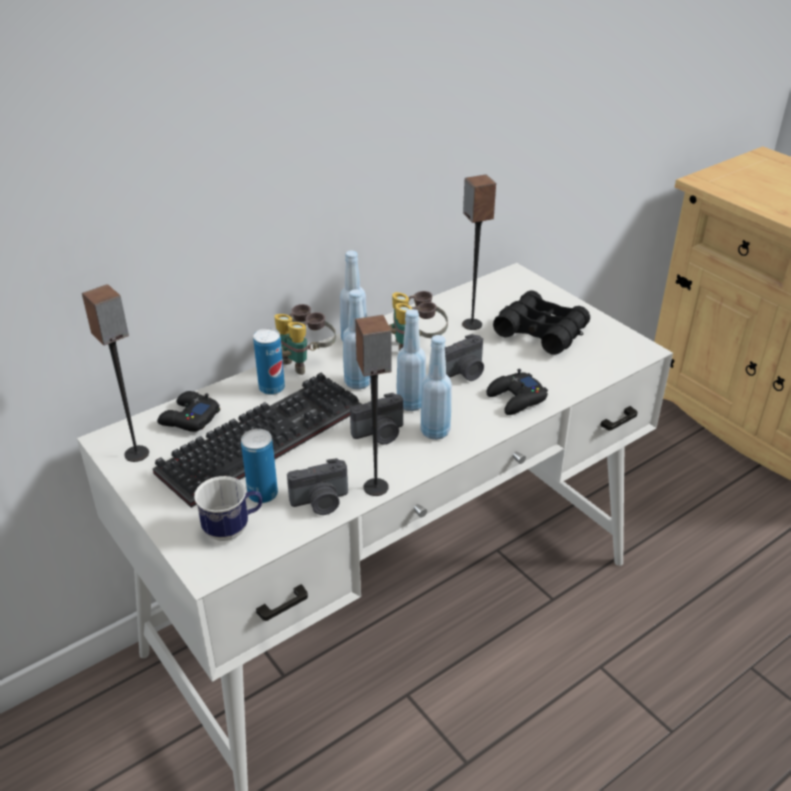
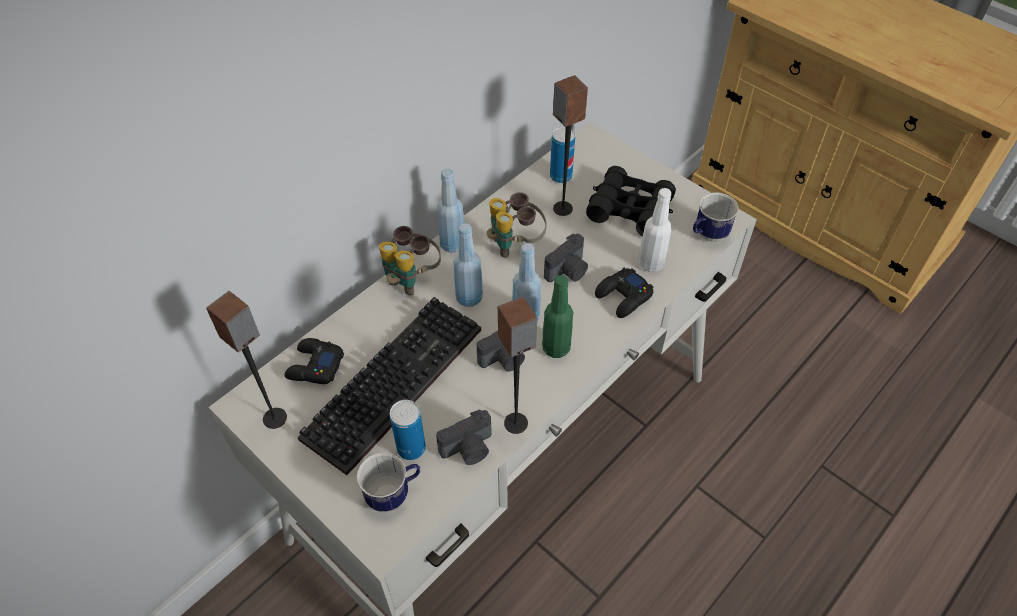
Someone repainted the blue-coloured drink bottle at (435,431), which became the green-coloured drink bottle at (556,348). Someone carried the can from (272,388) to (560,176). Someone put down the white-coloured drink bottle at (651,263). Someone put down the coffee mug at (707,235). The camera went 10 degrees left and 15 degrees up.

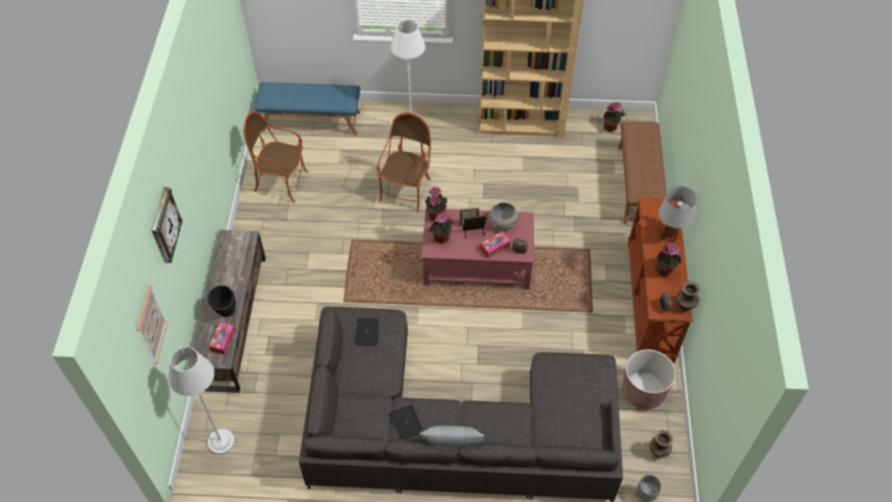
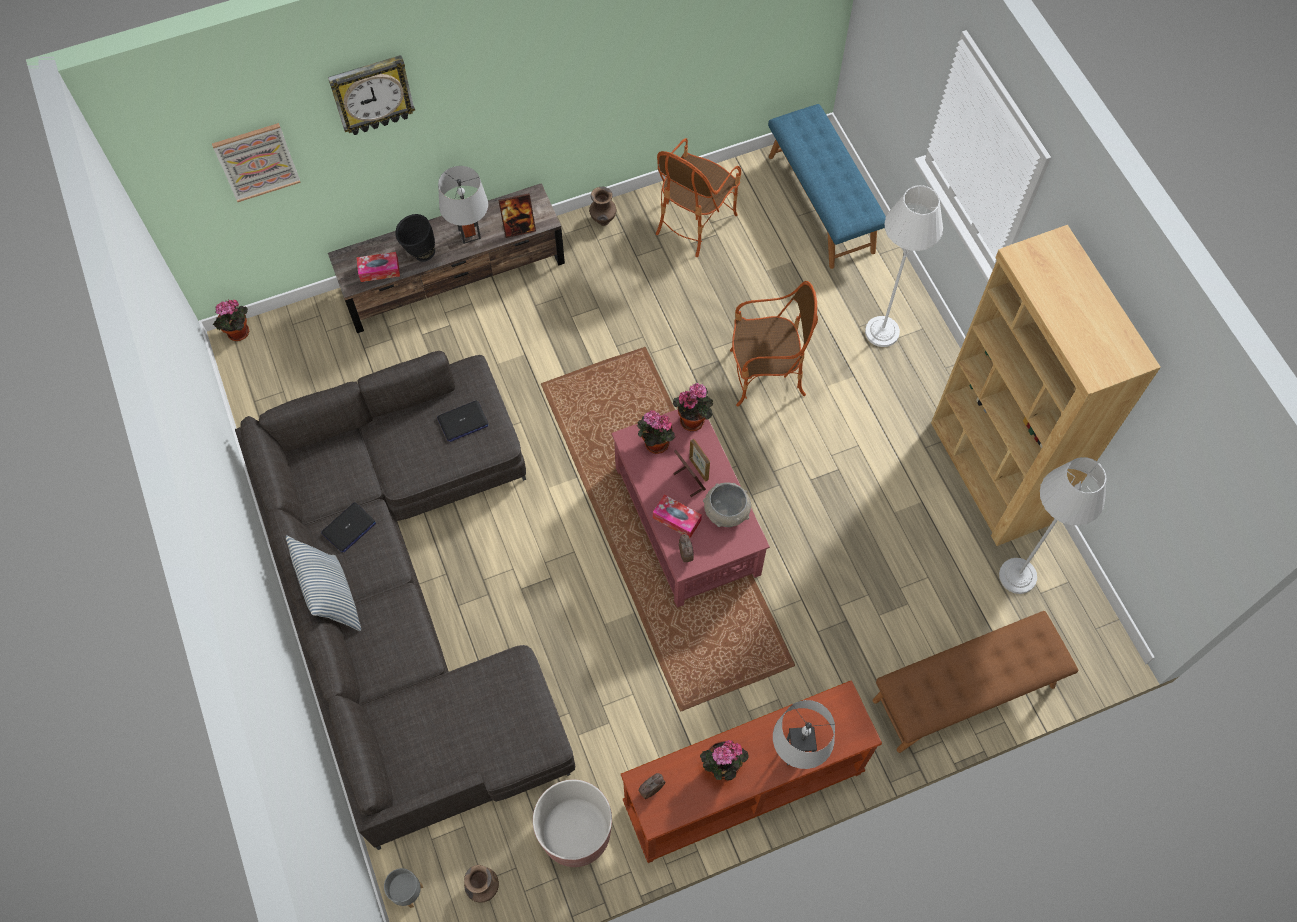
Someone carried the houseplant from (611,128) to (238,334). Someone put down the grey tabletop lamp at (469,234). Someone put down the picture frame at (519,228). Someone carried the brown-coloured flower vase from (685,306) to (603,220). Someone rotated the armchair at (281,183) by 135 degrees counterclockwise. Someone carried the grey floor lamp from (221,442) to (1017,576). The camera went 65 degrees right and 10 degrees up.

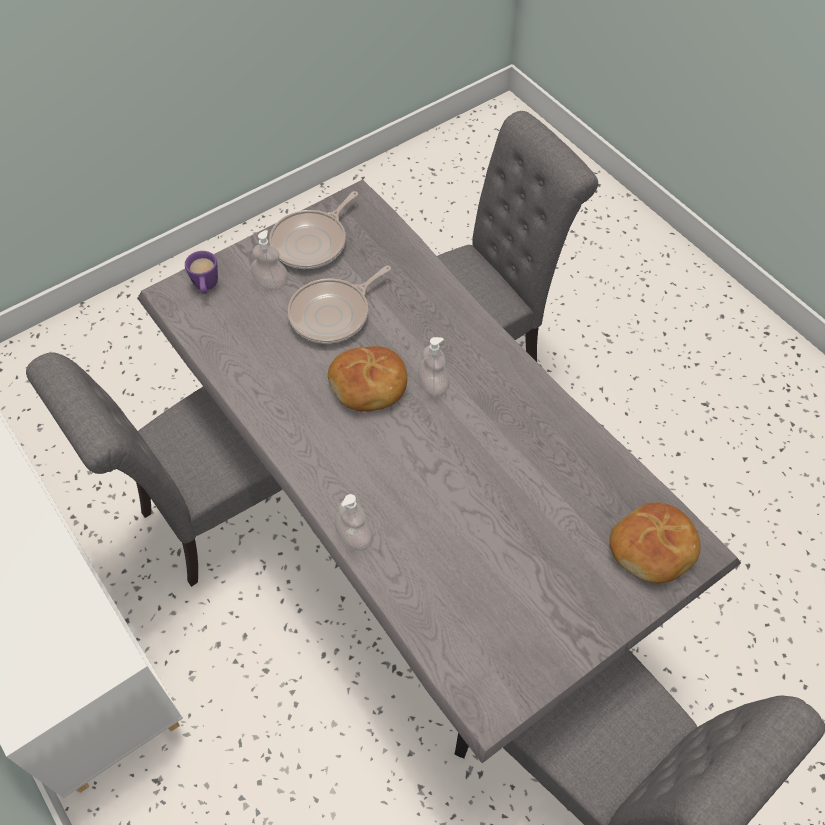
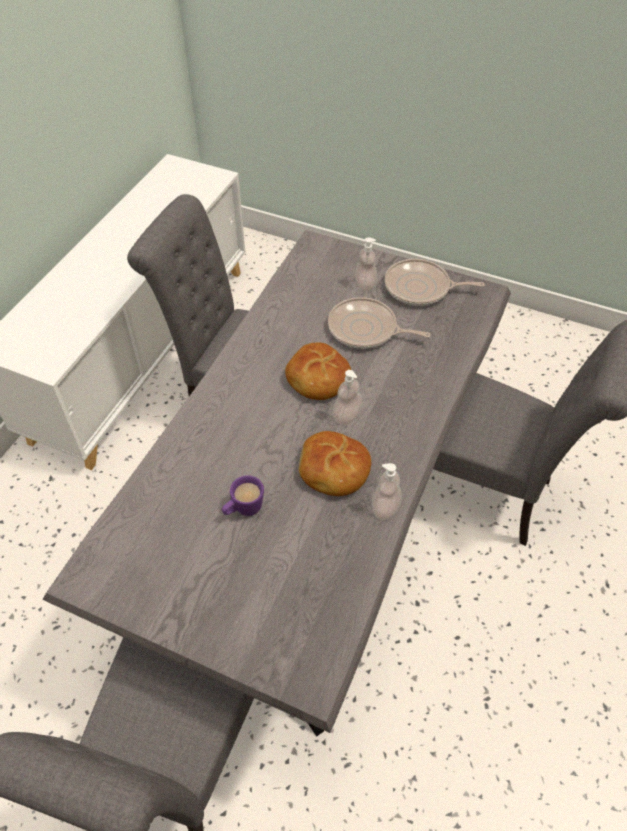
Someone carried the purple coffee mug from (206,287) to (243,509). Someone carried the bakery bread from (653,549) to (333,470). Someone carried the soap dispenser from (354,537) to (385,507). The camera went 60 degrees right and 5 degrees down.

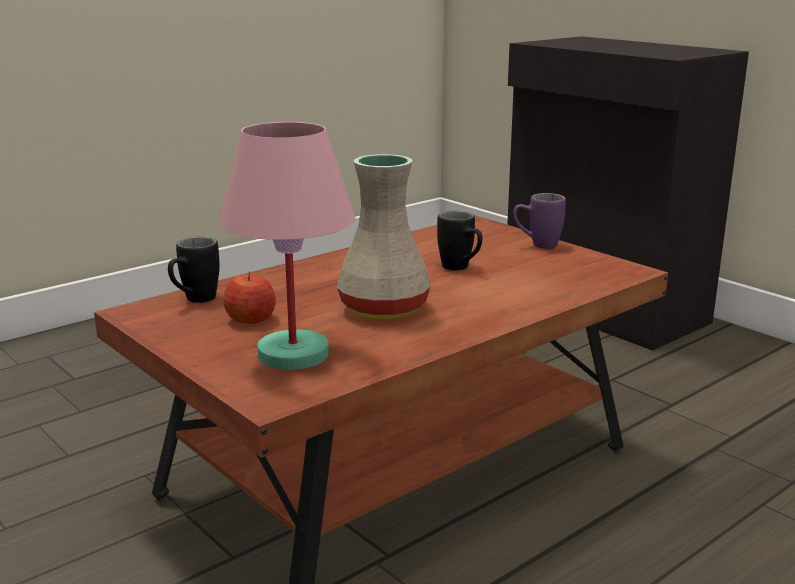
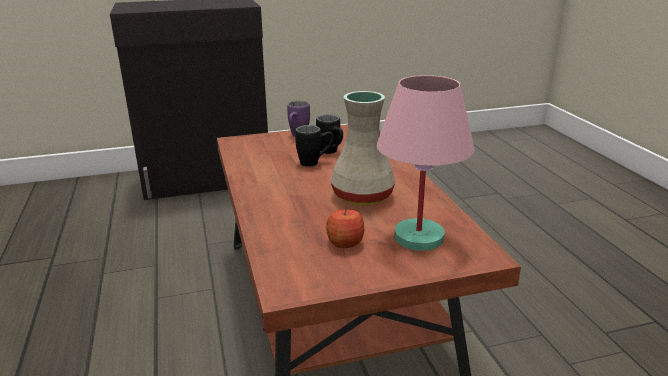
Someone carried the black coffee mug from (194,301) to (331,152). The camera went 65 degrees left and 5 degrees up.

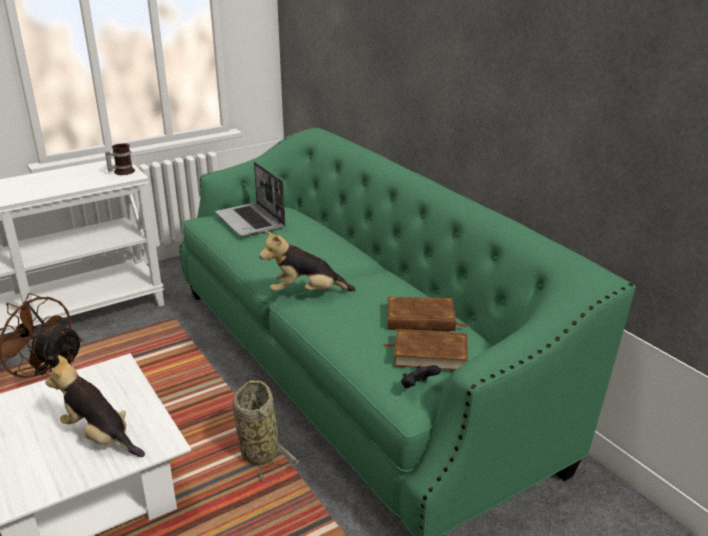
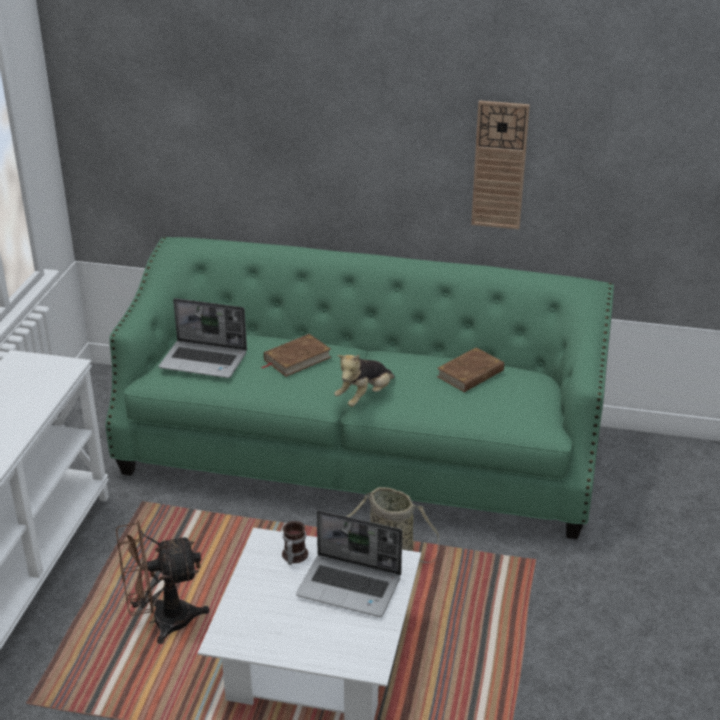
Someone carried the brown-coloured volume from (430,354) to (297,359). Someone carried the coffee mug from (122,171) to (293,556). Someone swapped the plush toy at (100,437) for the notebook computer at (350,586). Someone put up the hanging clock at (499,165). Someone took away the black gamepad at (418,386). The camera went 45 degrees left and 5 degrees up.

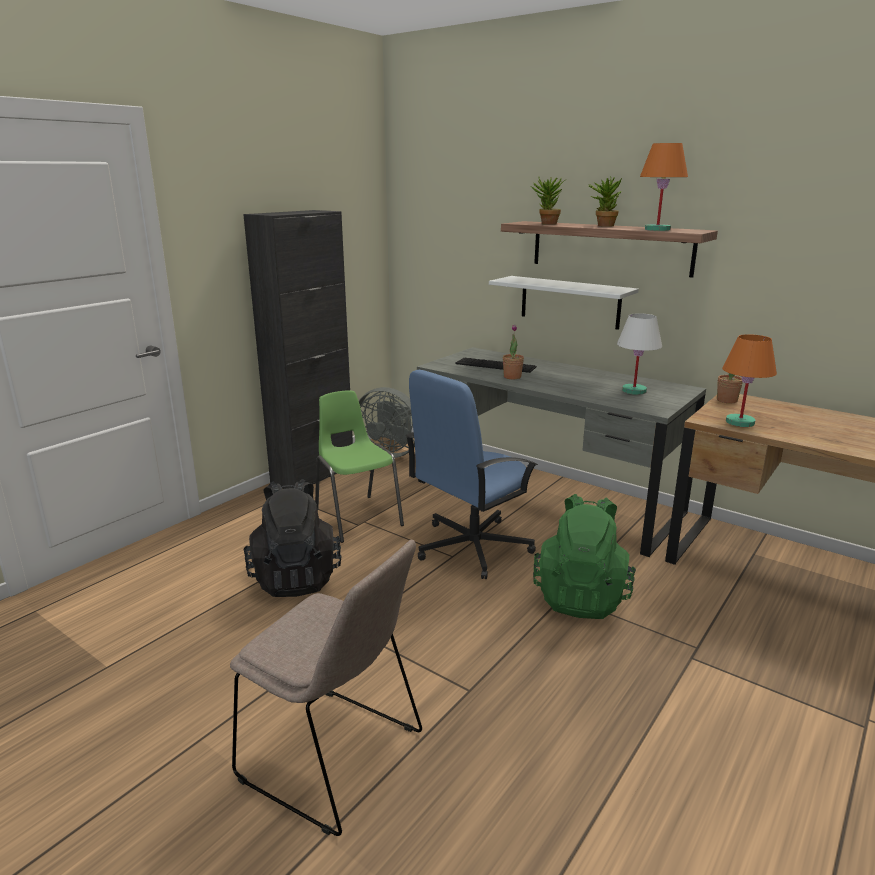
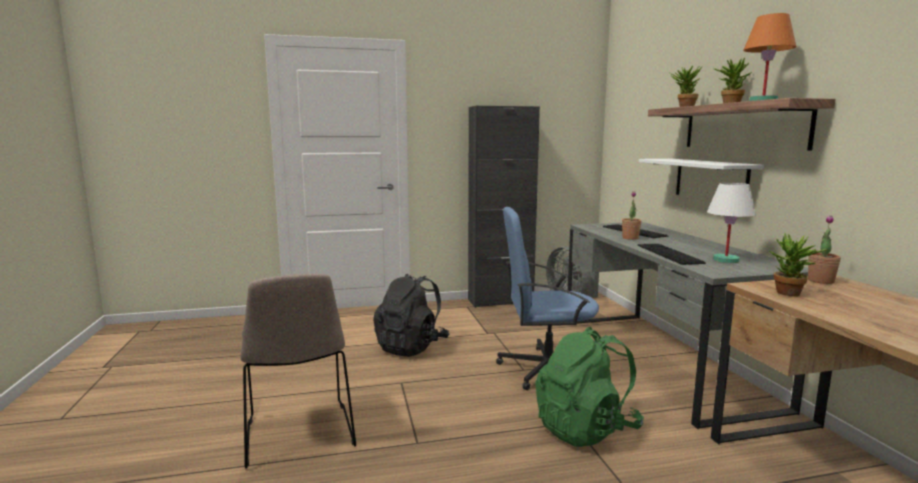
Someone put down the computer keyboard at (669,254). Someone swapped the orange tabletop lamp at (739,422) for the houseplant at (791,294). Someone took away the green-coloured upright chair at (357,517). The camera went 40 degrees right and 10 degrees down.

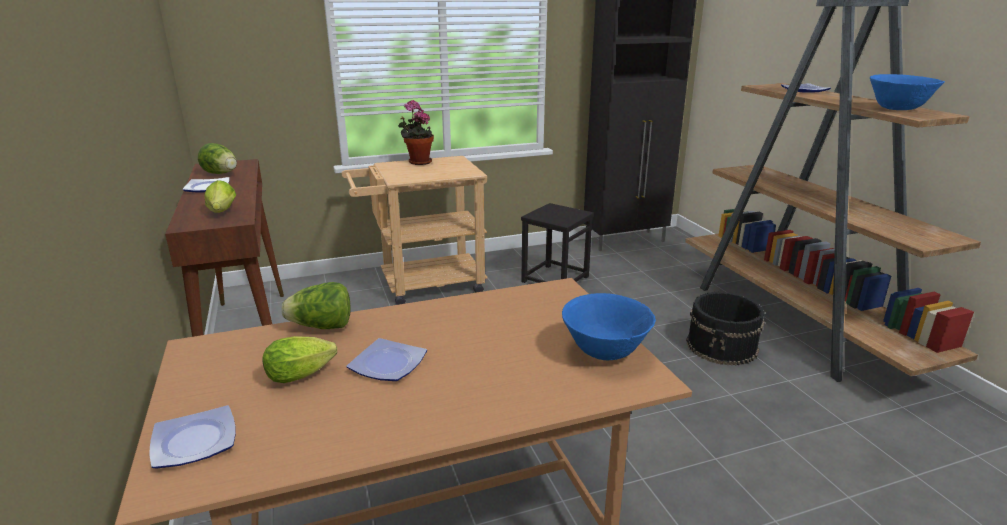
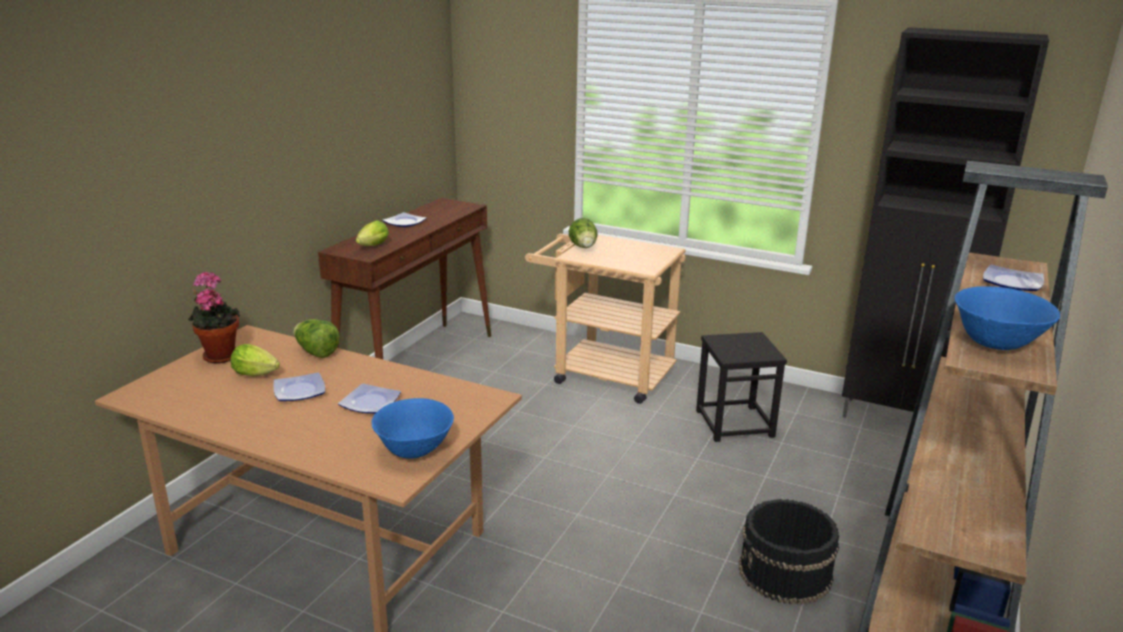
Someone carried the houseplant from (418,162) to (219,355). Someone carried the plate from (196,442) to (370,403). Someone carried the lettuce head from (222,174) to (584,248). The camera went 45 degrees right and 0 degrees up.

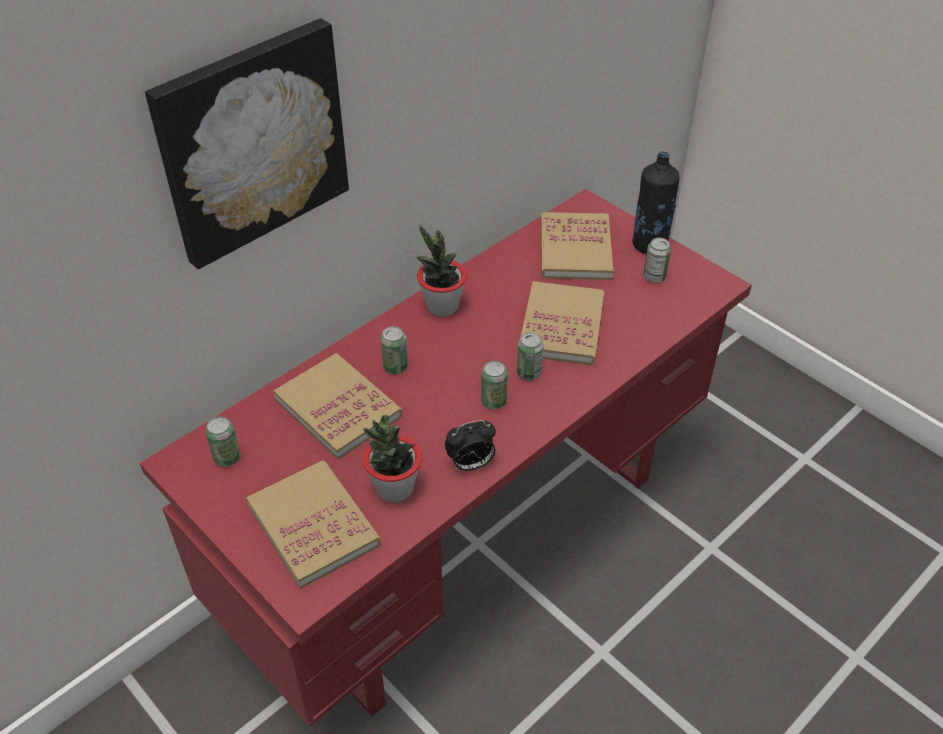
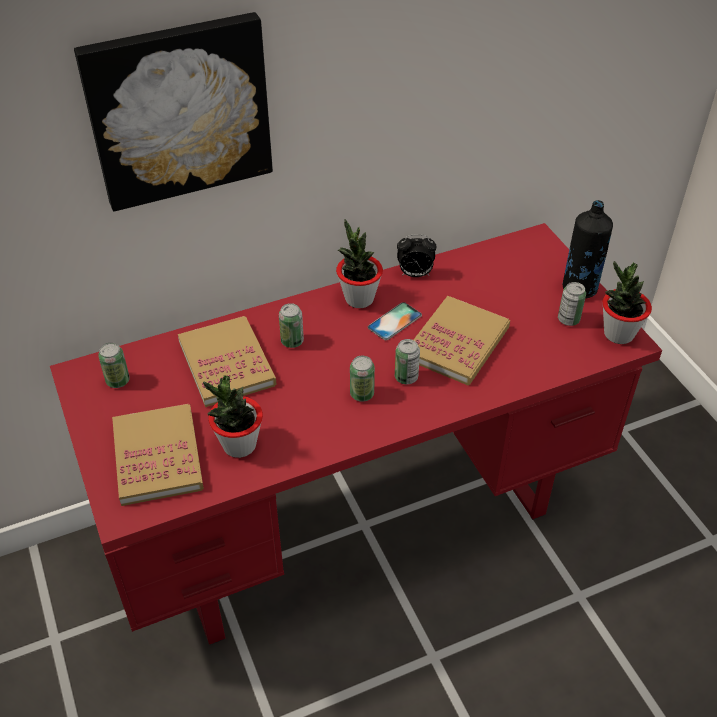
Someone put down the phone at (394,321). Someone carried the alarm clock from (470,464) to (415,274). Someone put down the houseplant at (618,334). Someone took away the volume at (575,249). The camera went 20 degrees right and 0 degrees up.

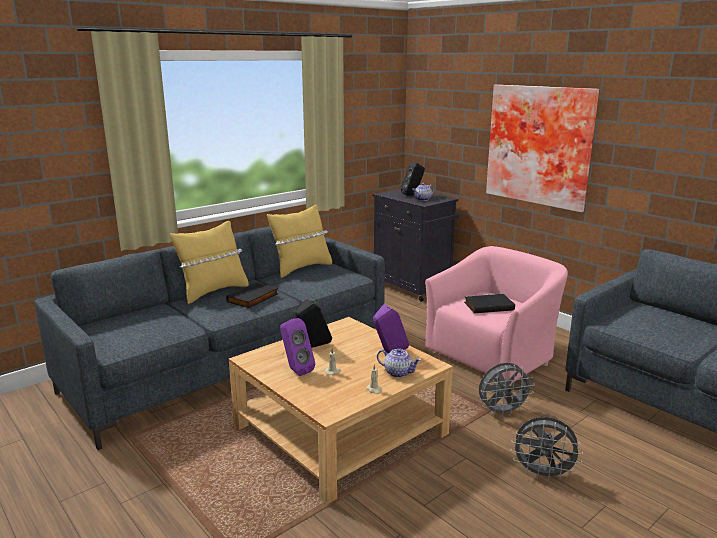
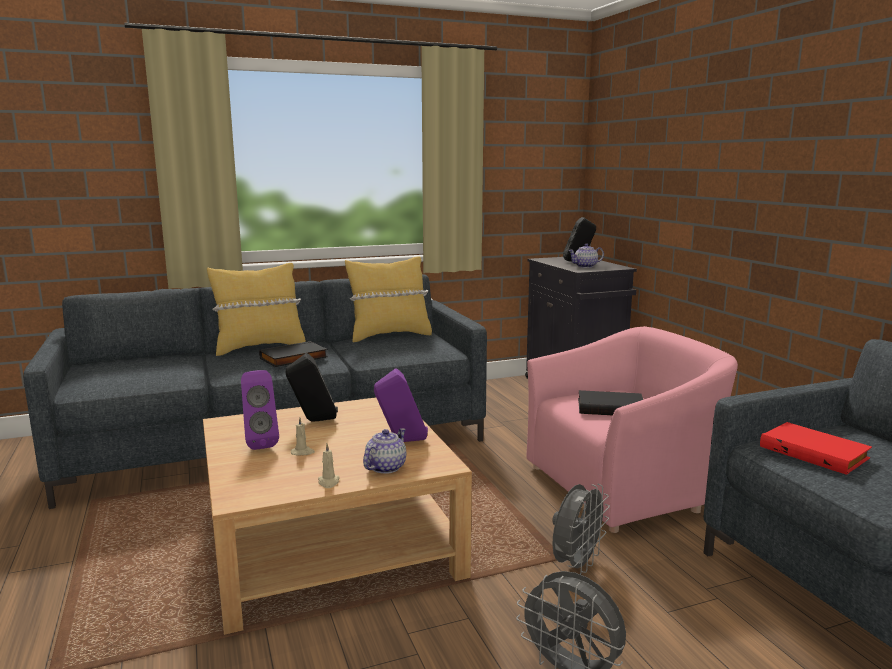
Someone rotated the teapot at (398,373) by 105 degrees counterclockwise. Someone rotated the grey fan at (502,412) by 60 degrees counterclockwise. Someone put down the red-coloured volume at (815,452). Someone took away the picture at (540,145). The camera went 20 degrees right and 5 degrees down.

